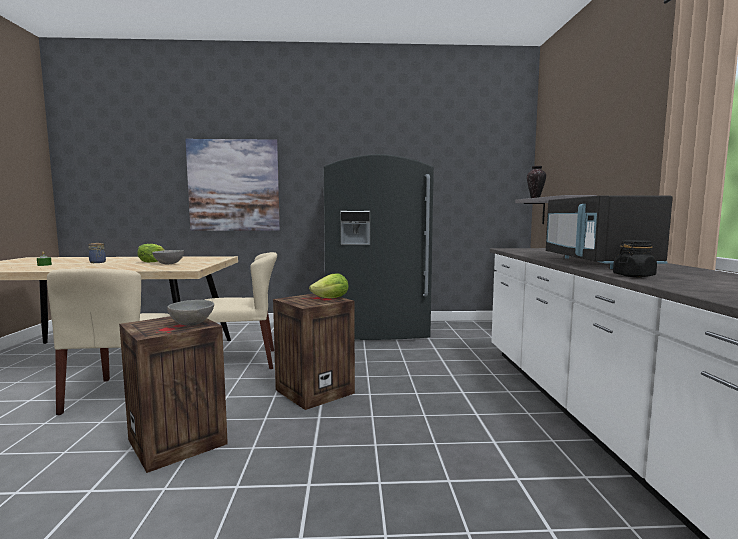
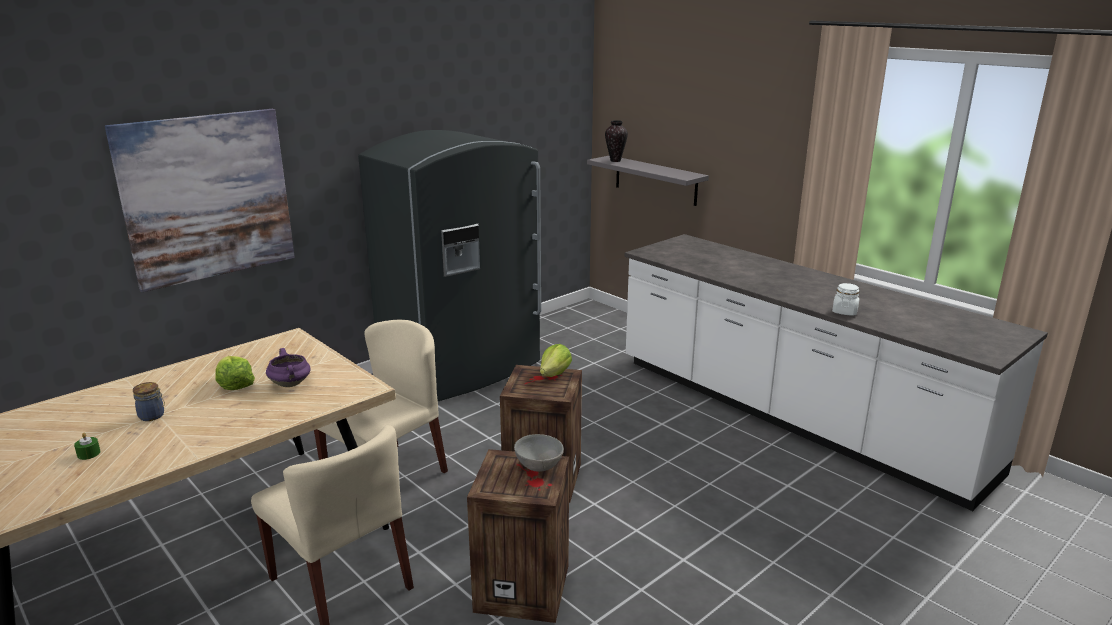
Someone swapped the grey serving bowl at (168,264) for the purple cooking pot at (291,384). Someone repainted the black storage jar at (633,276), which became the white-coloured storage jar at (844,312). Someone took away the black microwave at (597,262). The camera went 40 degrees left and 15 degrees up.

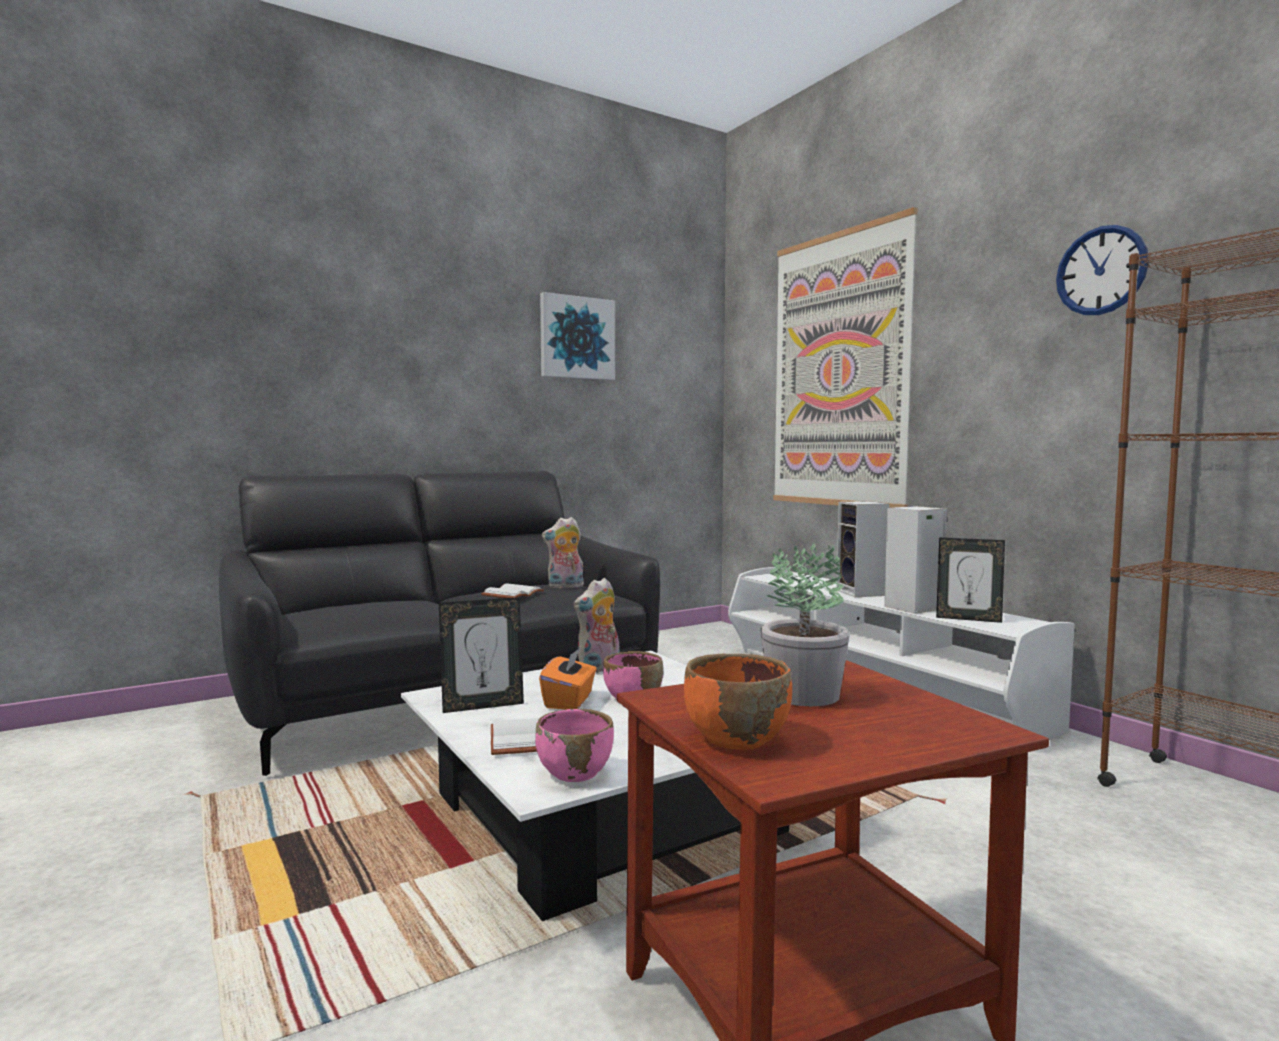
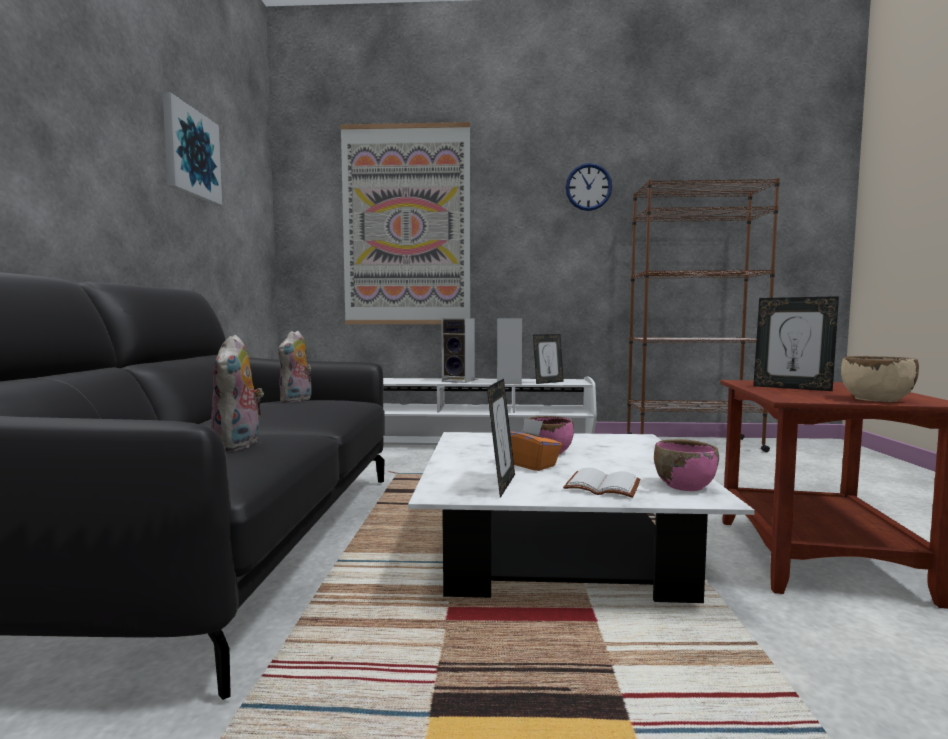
Someone carried the plush toy from (599,669) to (239,445). Someone swapped the houseplant at (805,694) for the picture frame at (792,388). Someone repainted the orange serving bowl at (736,738), which became the beige-coloured serving bowl at (876,399). Someone took away the white-coloured volume at (513,594). The camera went 55 degrees left and 0 degrees up.

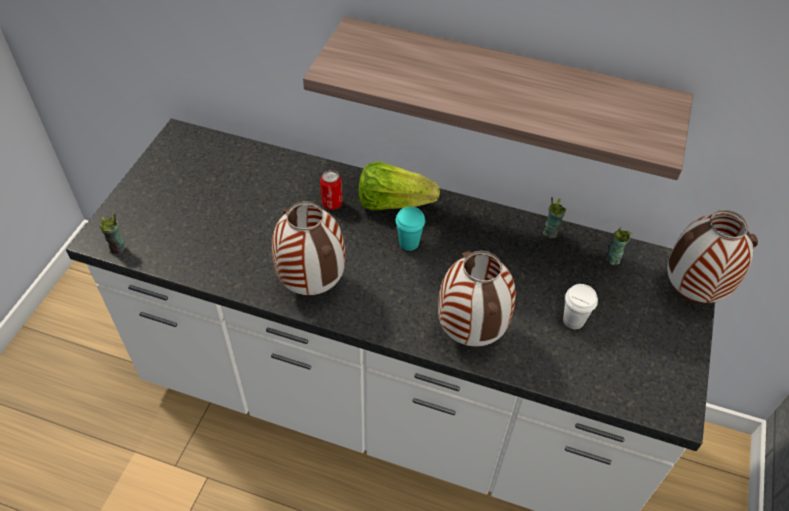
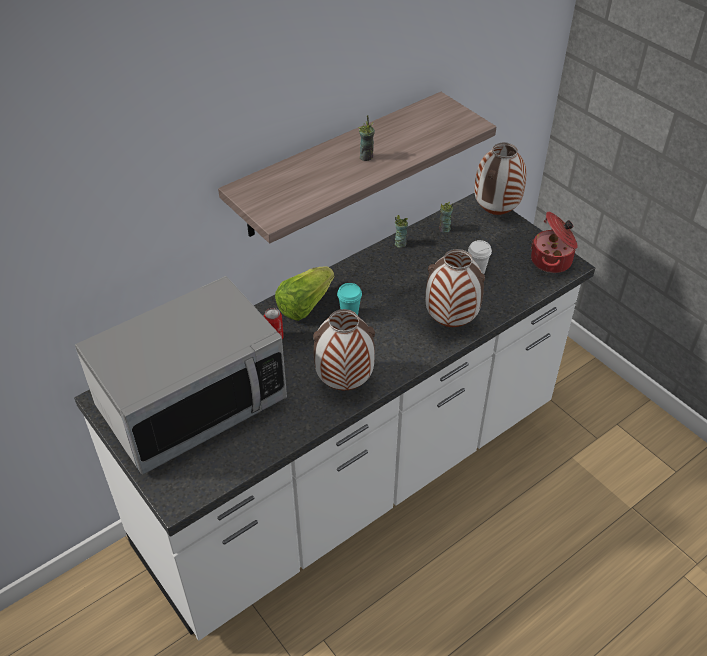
Someone put down the microwave at (192,403). Someone carried the small cup from (118,248) to (366,157). Someone put down the cooking pot at (552,261). The camera went 55 degrees left and 5 degrees down.

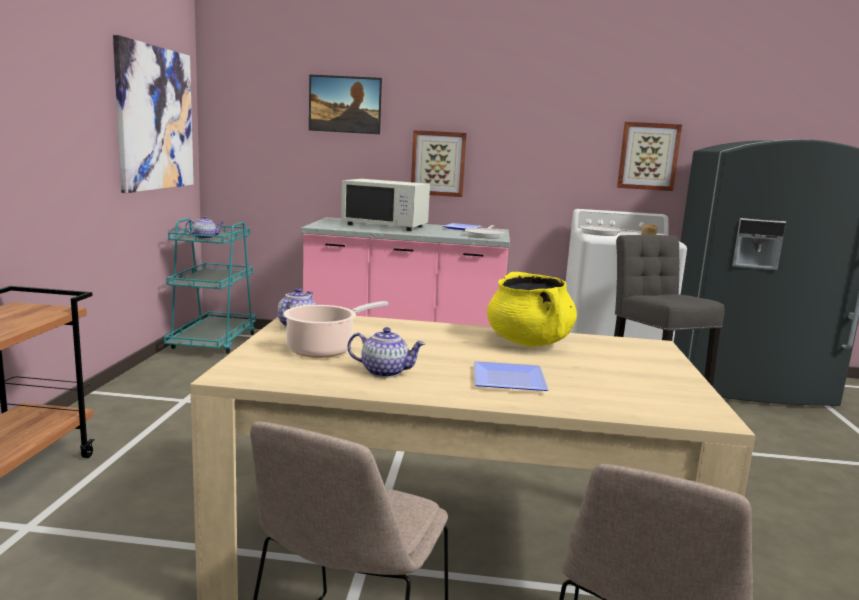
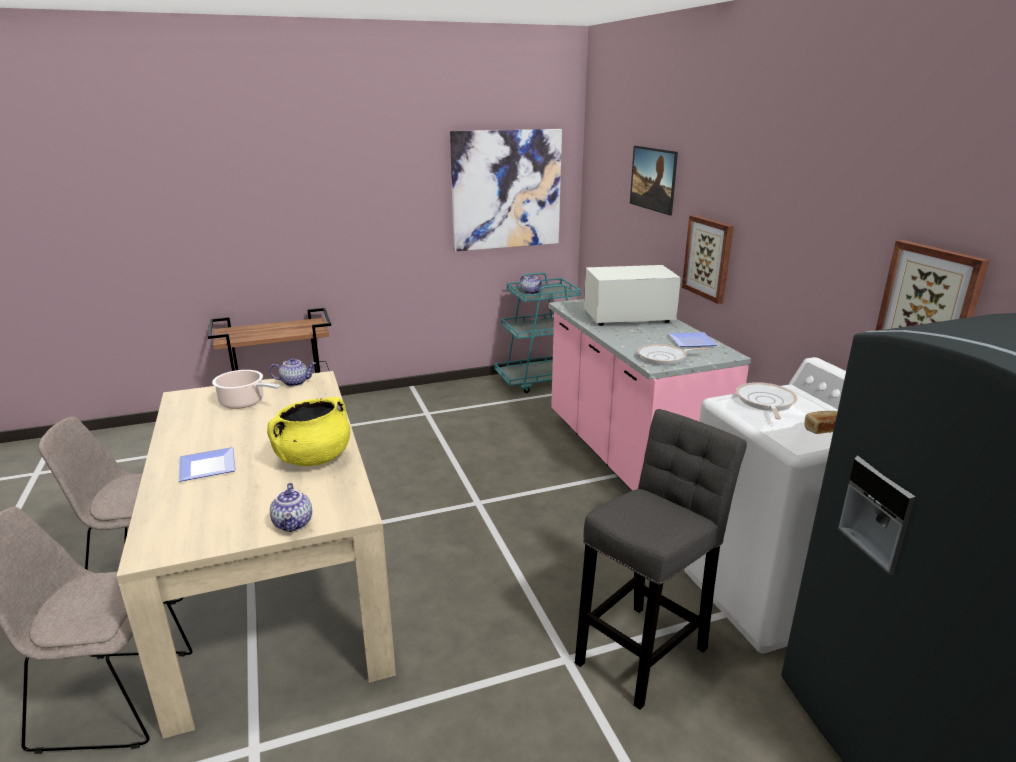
Someone carried the teapot from (385,372) to (294,524). Someone rotated the white-coloured microwave at (385,225) by 90 degrees clockwise. The camera went 65 degrees right and 10 degrees up.

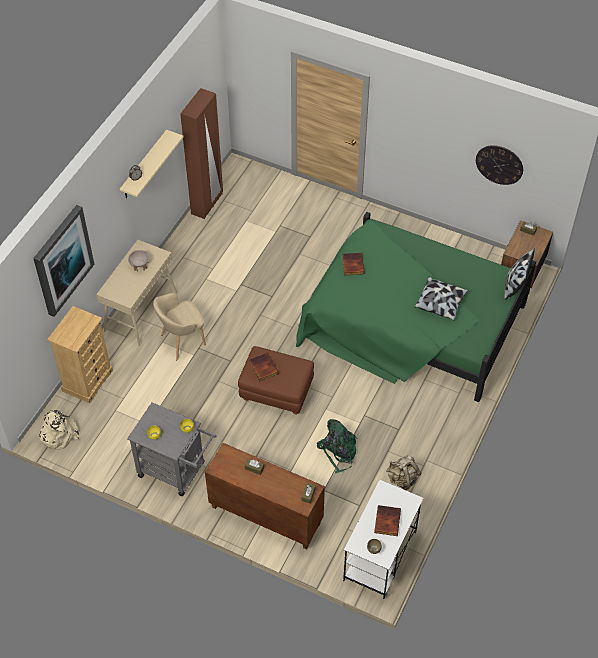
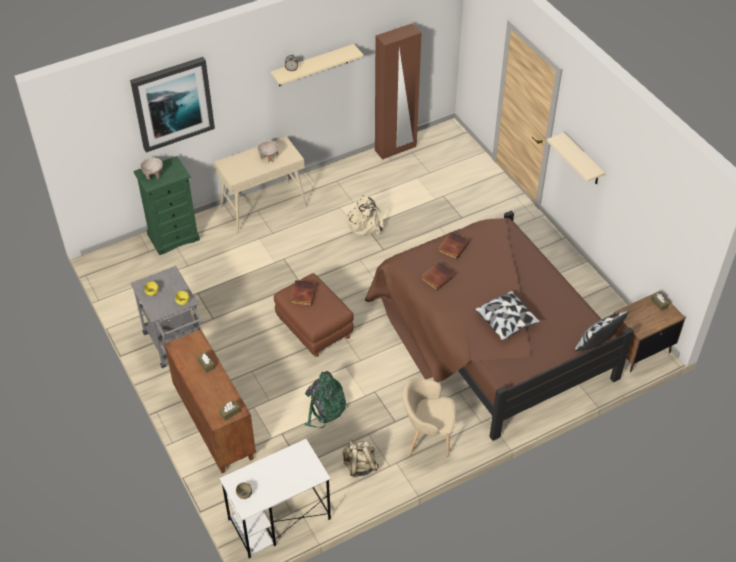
Someone repainted the beige-coloured chest of drawers at (87,380), which became the green-coloured chest of drawers at (173,237). Someone put down the beige-coloured serving bowl at (153,174). Someone carried the beige-coloured backpack from (58,434) to (365,223). Someone repainted the green-coloured sleeping bed at (411,322), which became the brown-coloured sleeping bed at (490,336). Someone carried the beige-coloured armchair from (182,341) to (427,438). Someone carried the volume from (386,521) to (437,277). Someone put up the beige-coloured wall shelf at (582,160). Someone took away the hanging clock at (499,164). The camera went 35 degrees right and 5 degrees down.

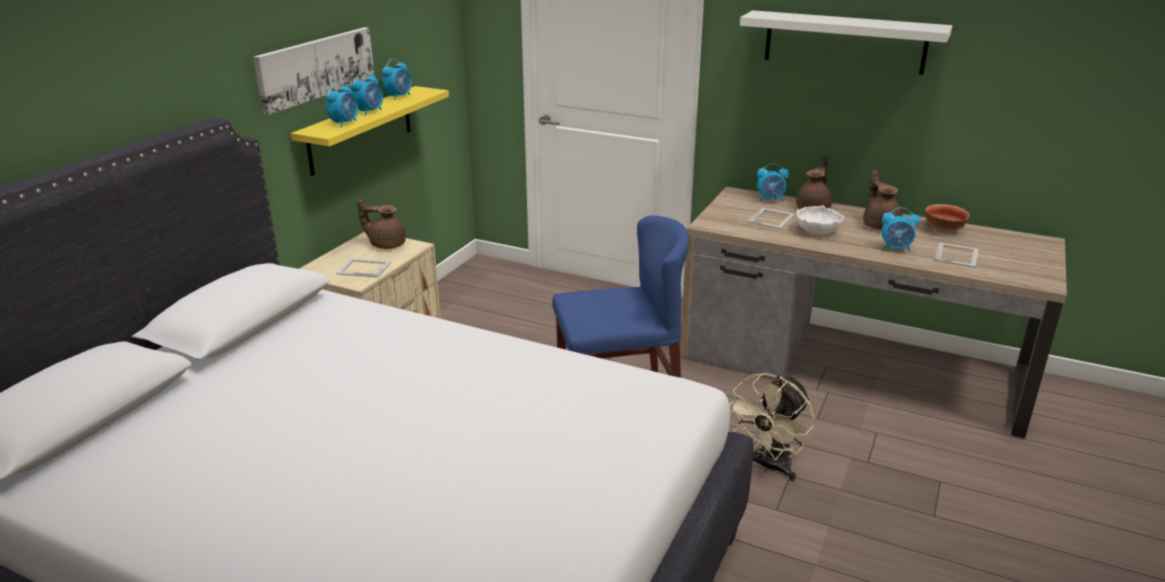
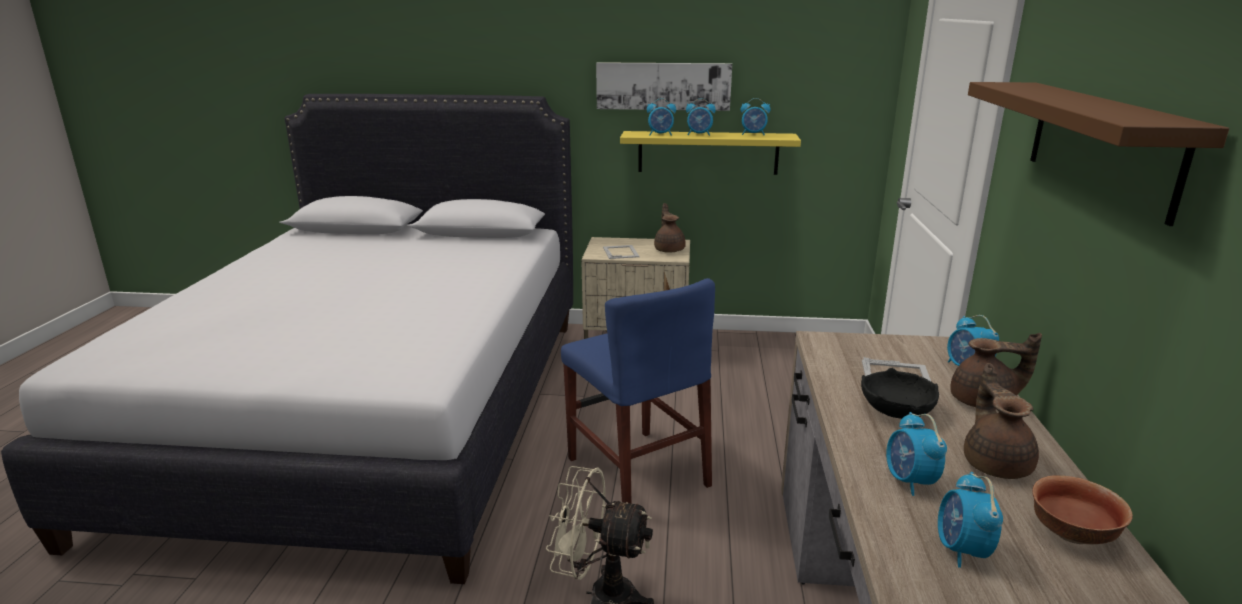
Someone repainted the white-coloured serving bowl at (818,230), which became the black serving bowl at (897,411). Someone swapped the picture frame at (957,255) for the alarm clock at (961,551). Someone rotated the brown-coloured teapot at (880,225) by 60 degrees counterclockwise. Someone repainted the white-coloured wall shelf at (844,42), which became the brown-coloured wall shelf at (1101,144). The camera went 70 degrees right and 5 degrees down.

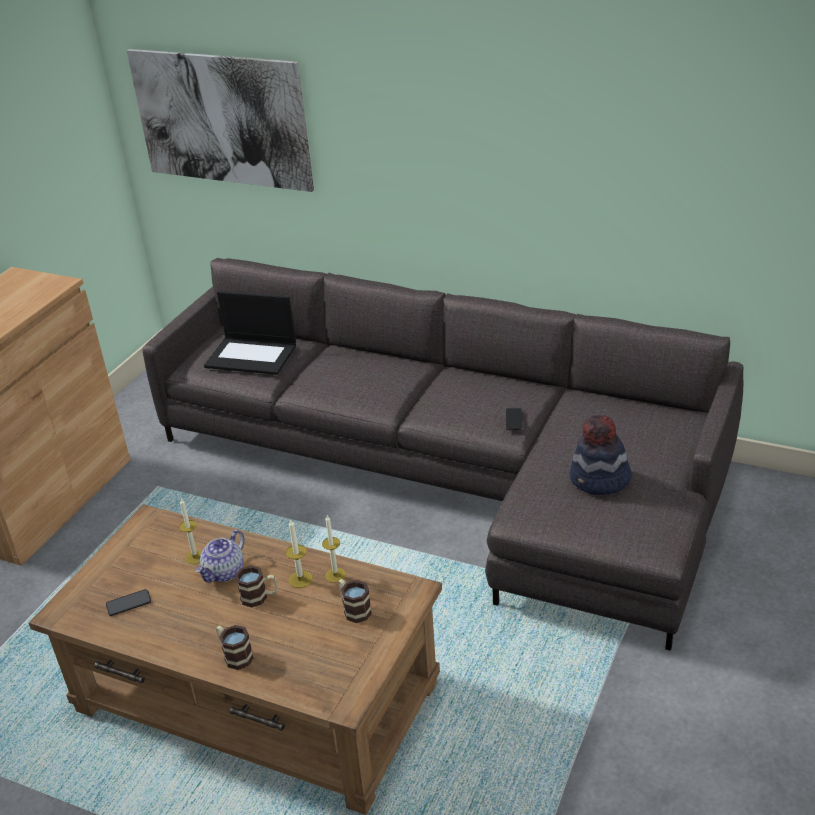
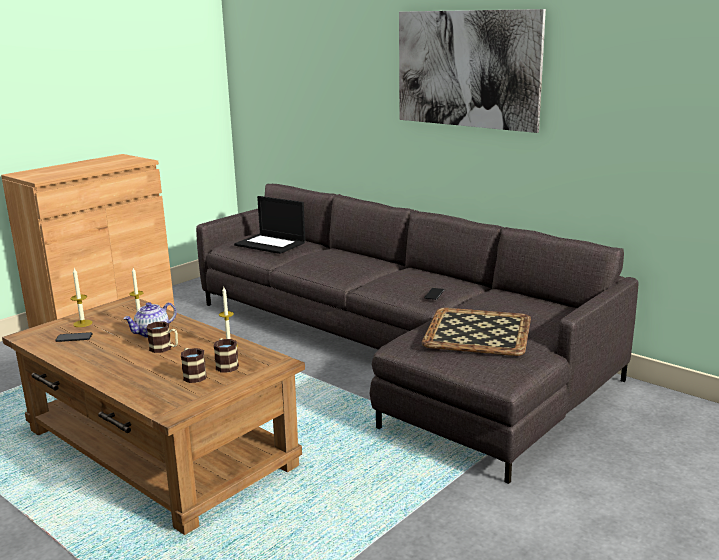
Someone carried the wax light from (300,579) to (82,323). Someone carried the coffee mug from (234,655) to (193,375). Someone carried the picture from (221,119) to (467,69). Someone swapped the wearable hat at (599,480) for the tray at (478,332). The camera went 15 degrees right and 15 degrees down.

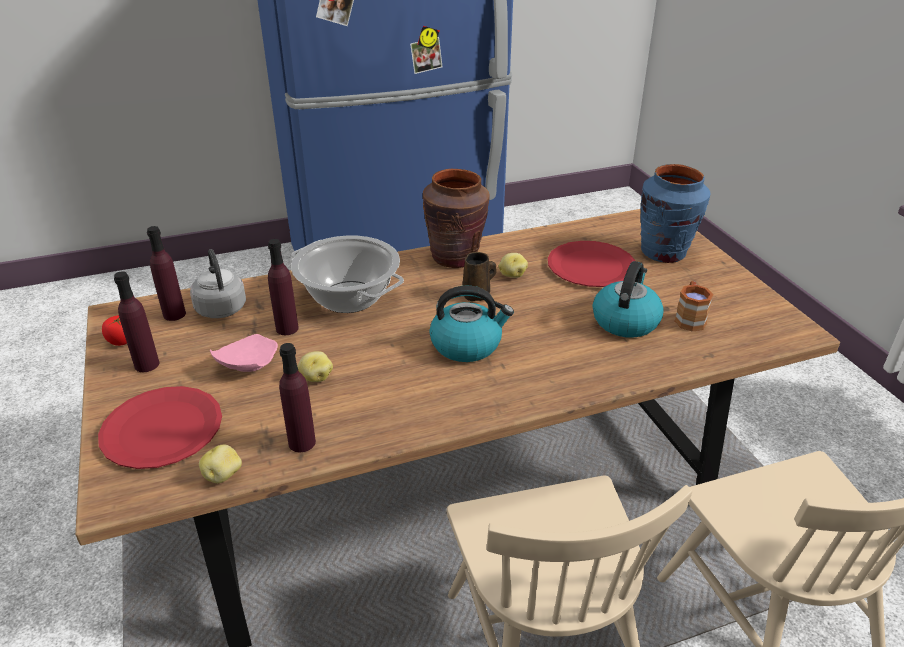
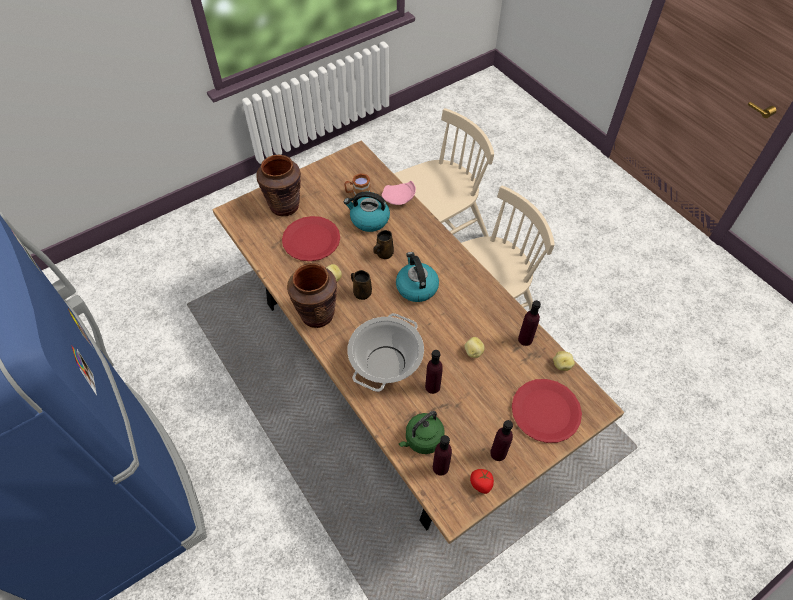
Someone repainted the blue-coloured flower vase at (664,252), which became the brown-coloured flower vase at (284,206). Someone put down the brown-coloured coffee mug at (384,254). Someone carried the pink plate from (246,364) to (399,198). Someone repainted the grey water kettle at (220,307), which became the green-coloured water kettle at (422,440). The camera went 105 degrees left and 20 degrees up.

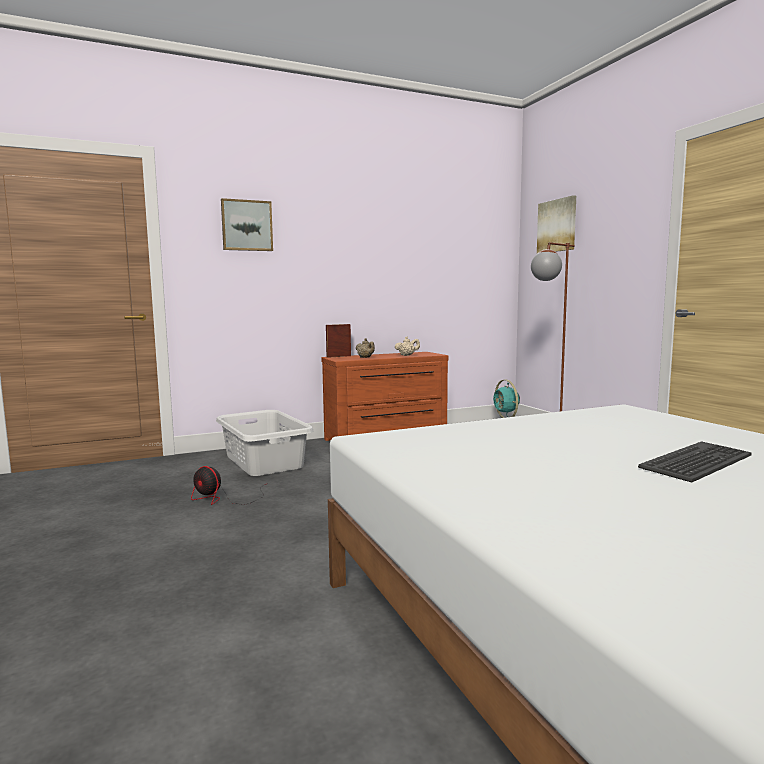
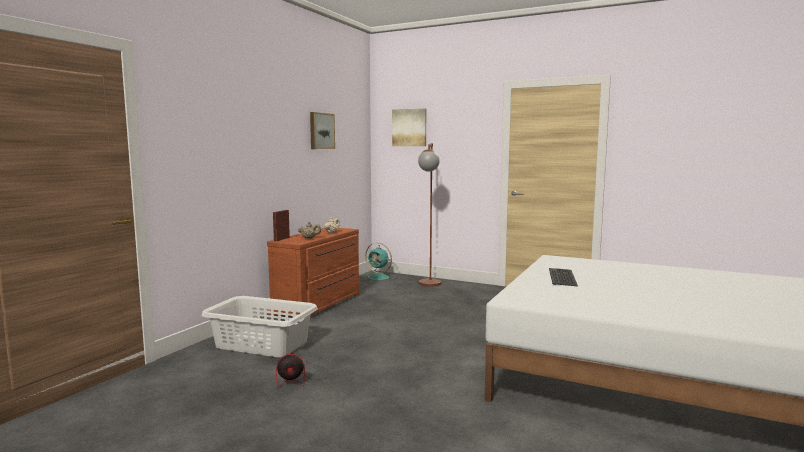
Someone carried the picture from (246,225) to (321,131). Someone carried the computer keyboard from (698,462) to (563,277). The camera went 40 degrees left and 0 degrees up.

